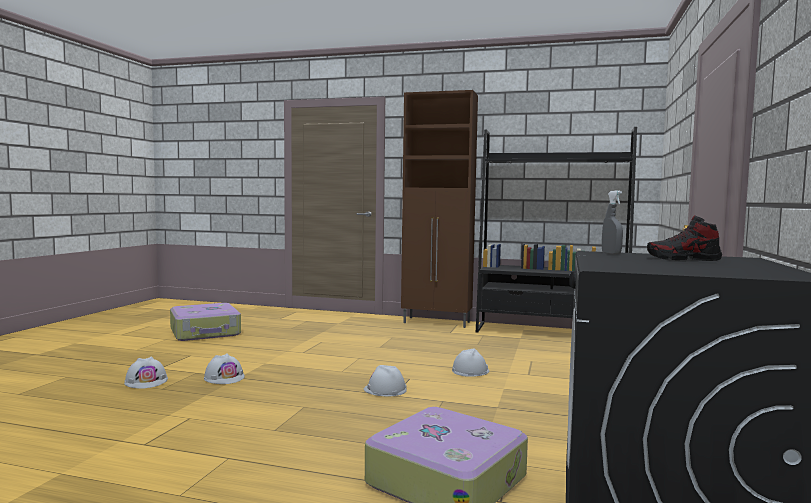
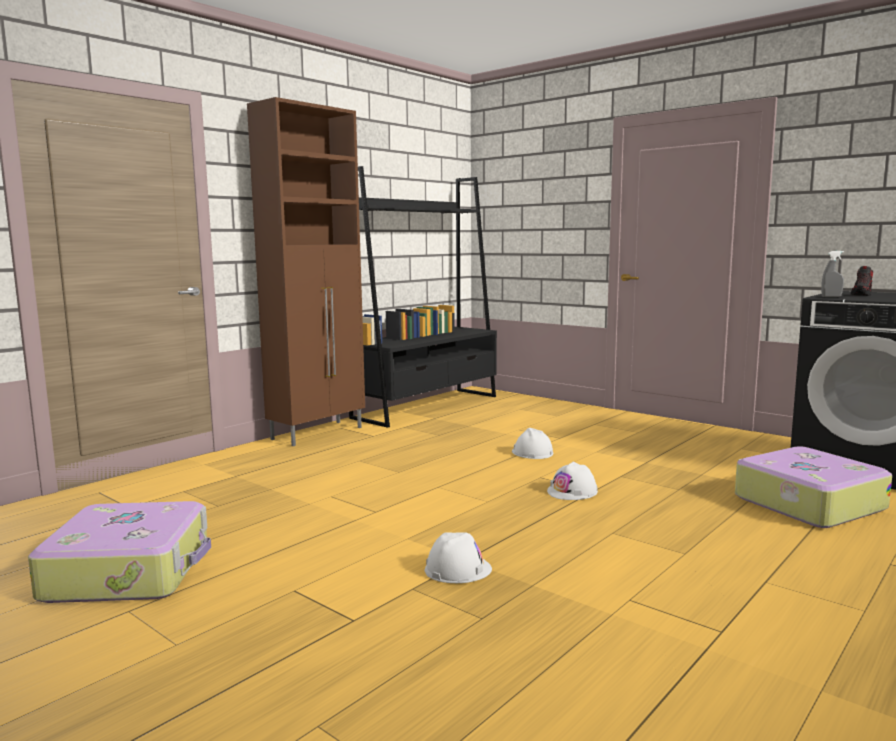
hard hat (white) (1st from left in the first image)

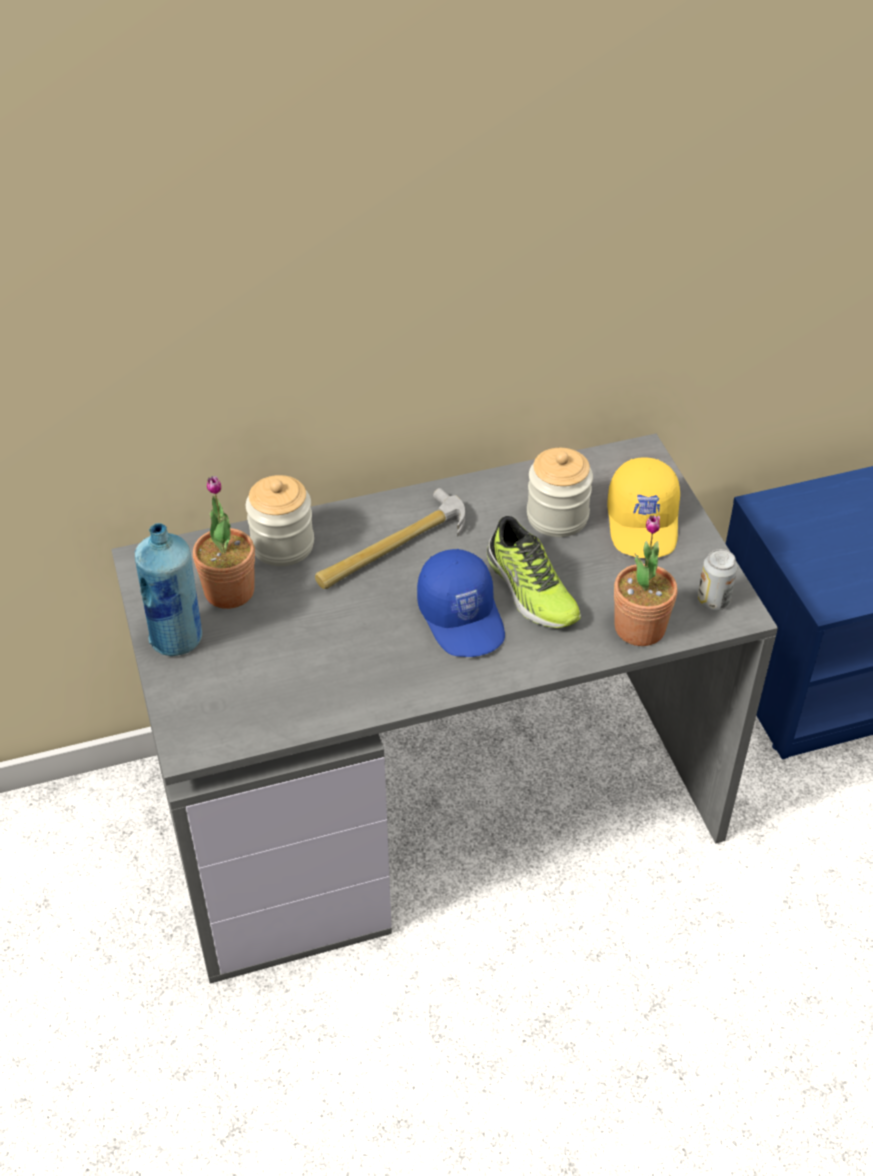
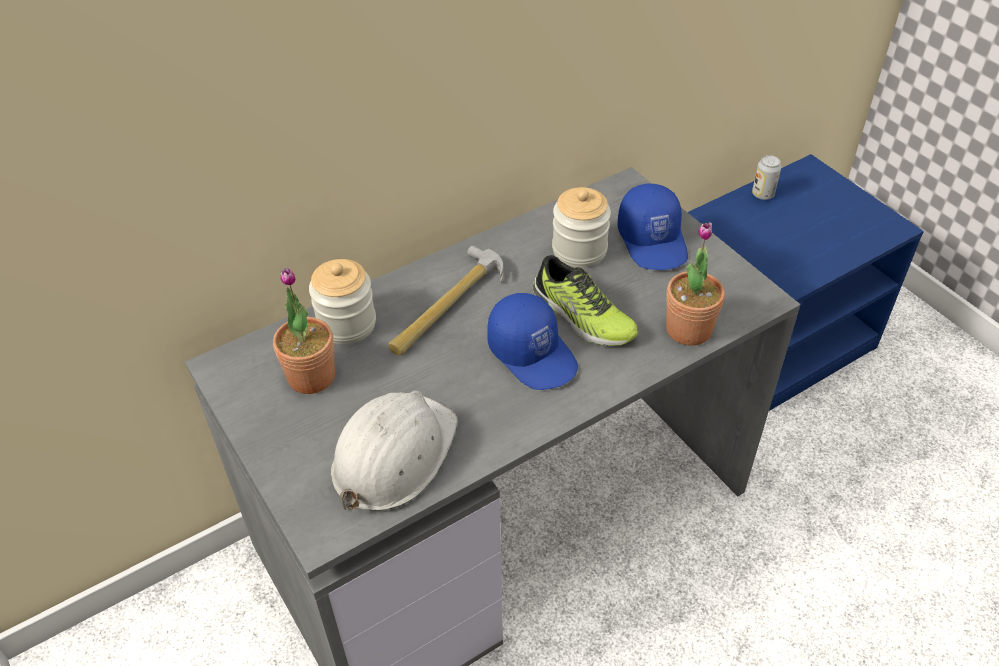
bottle (blue)
hard hat (white)
can
cap (blue) (2nd from left)

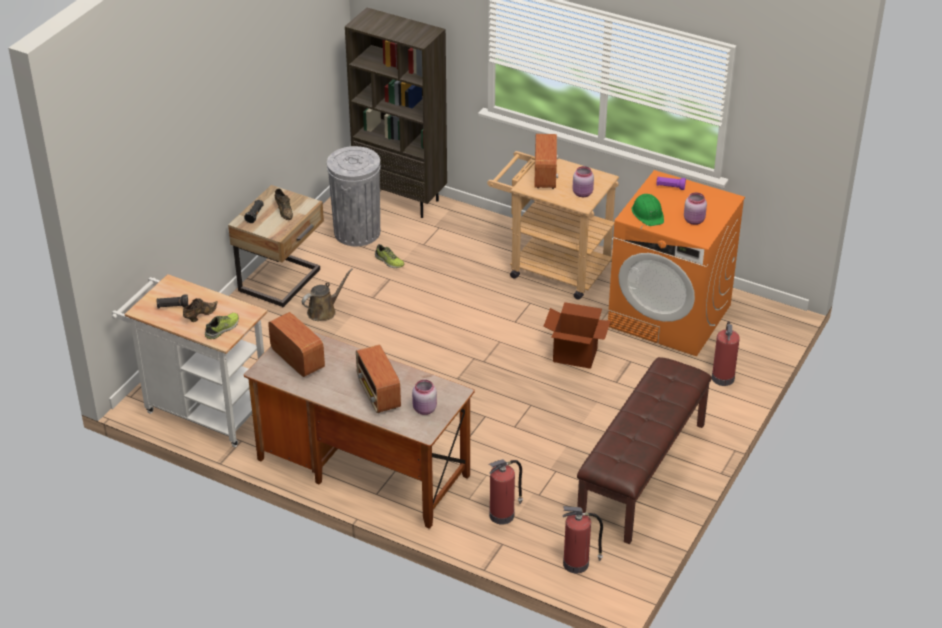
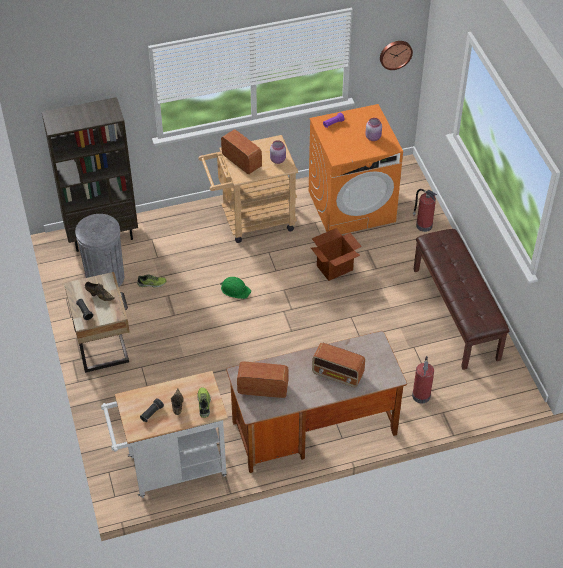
watering can (brown)
jar (pink) (1st from left in the first image)
fire extinguisher (2nd from left in the first image)
wall clock
hard hat (green)

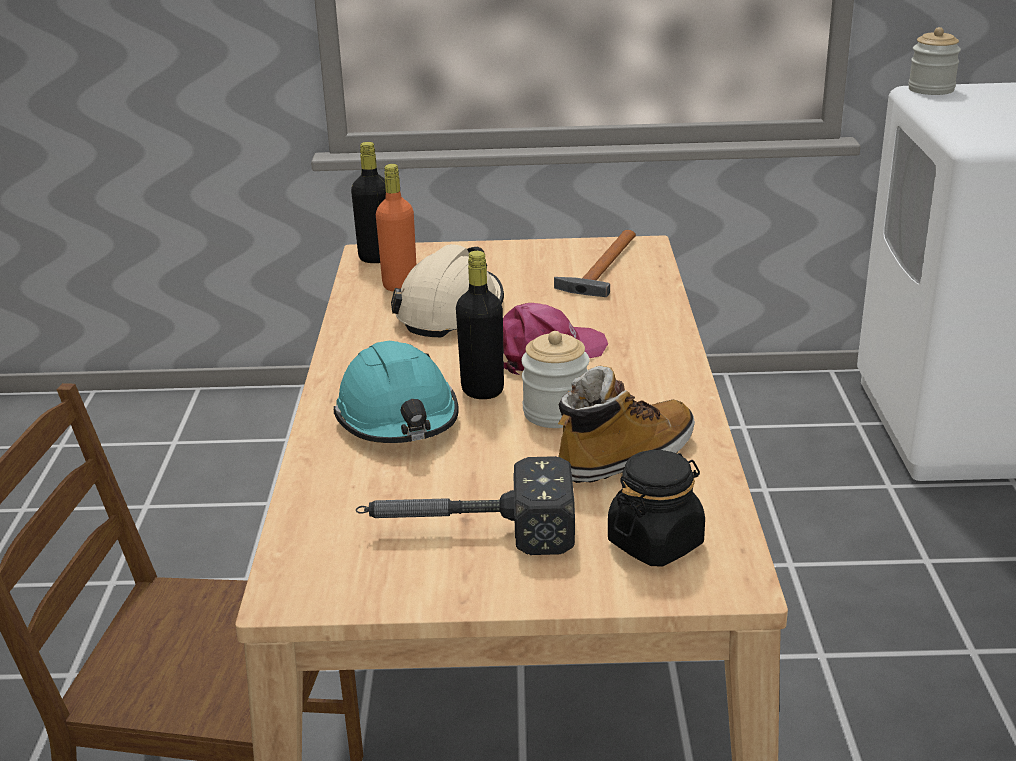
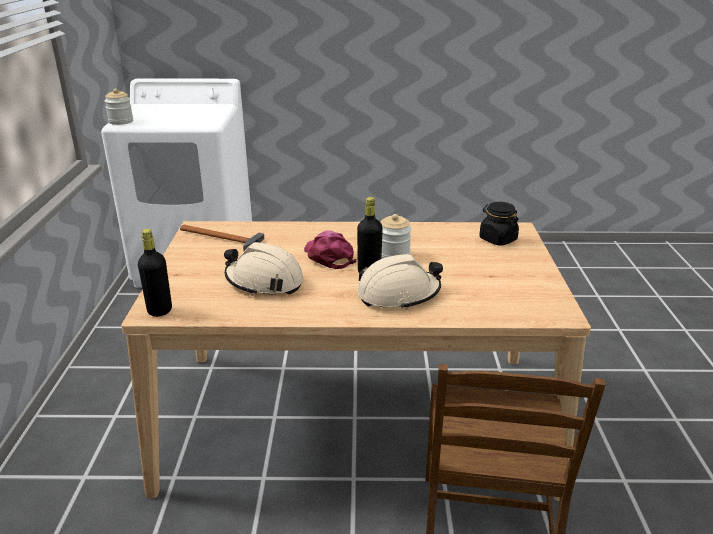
hammer (1st from left in the first image)
bottle (orange)
boot
hard hat (beige) (2nd from left)

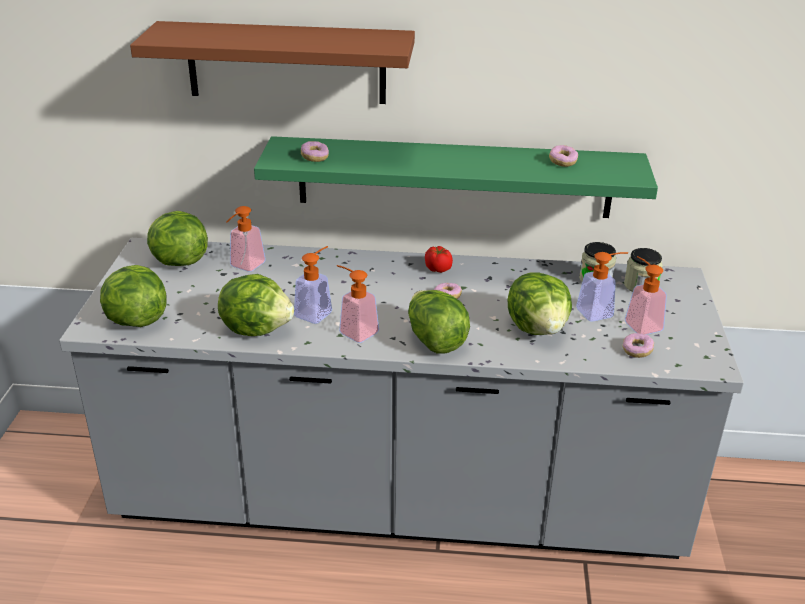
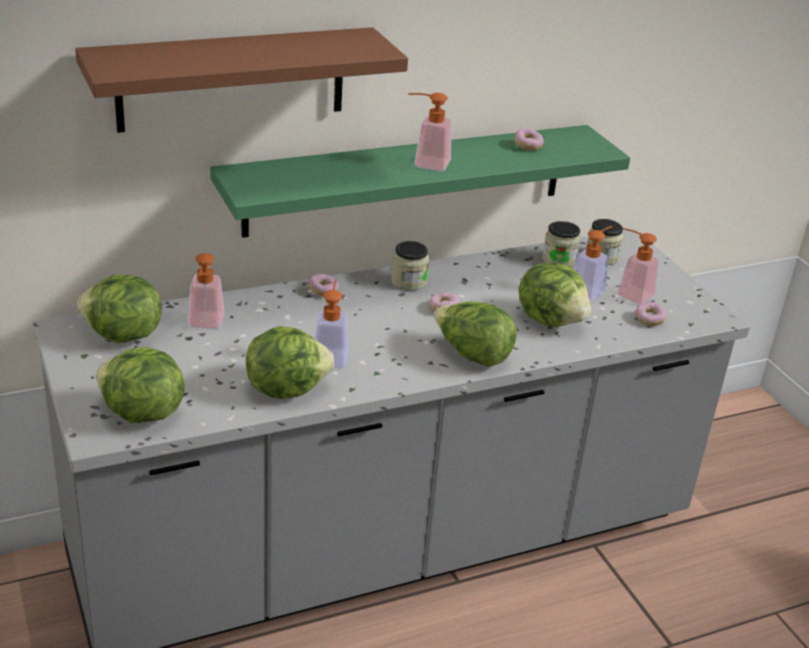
donut (1st from left)
soap dispenser (3rd from left)
jar (1st from left)

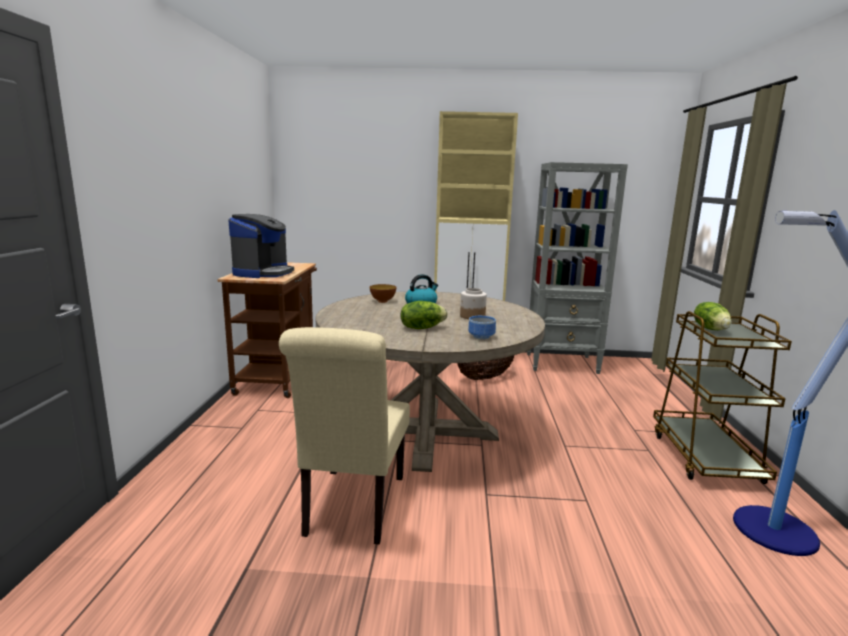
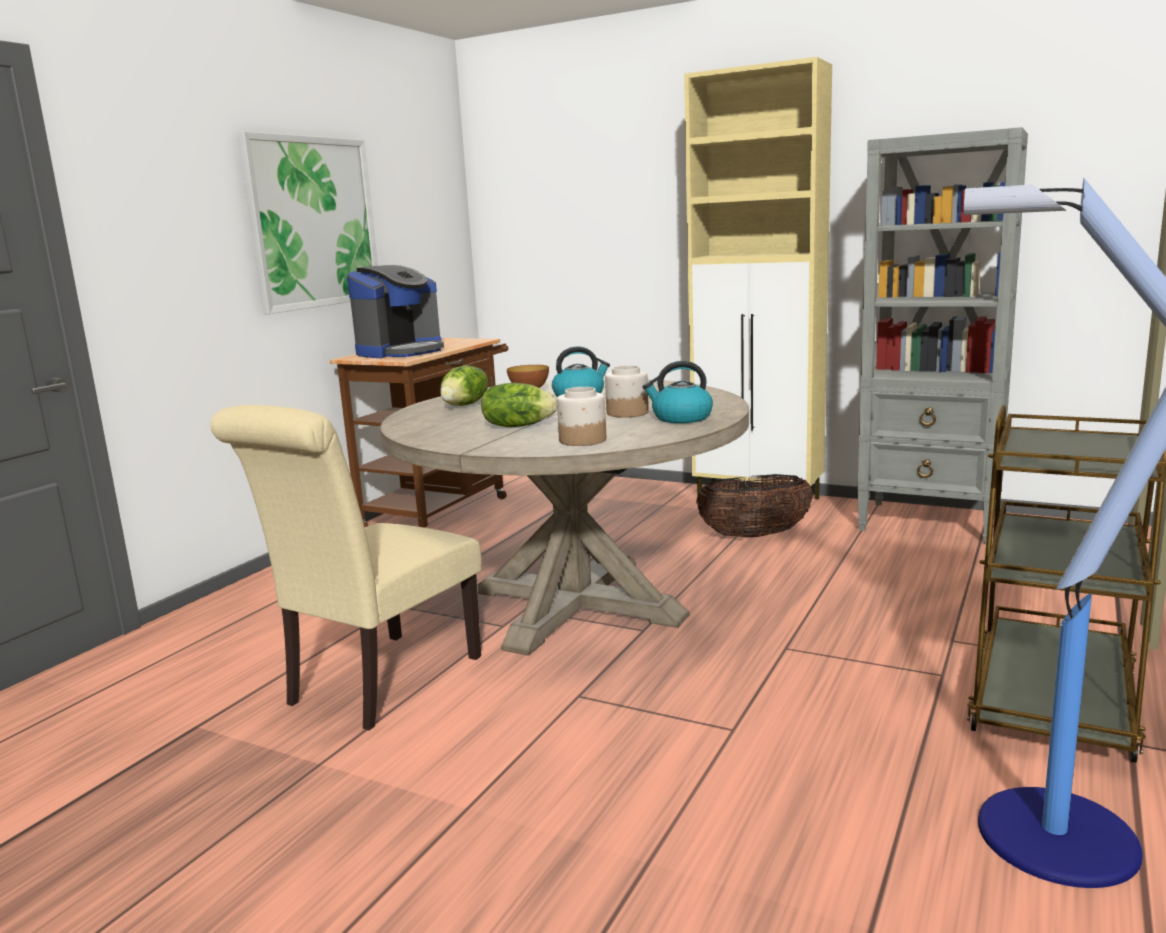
picture
kettle (2nd from left)
lettuce (1st from left)
jar (1st from left)

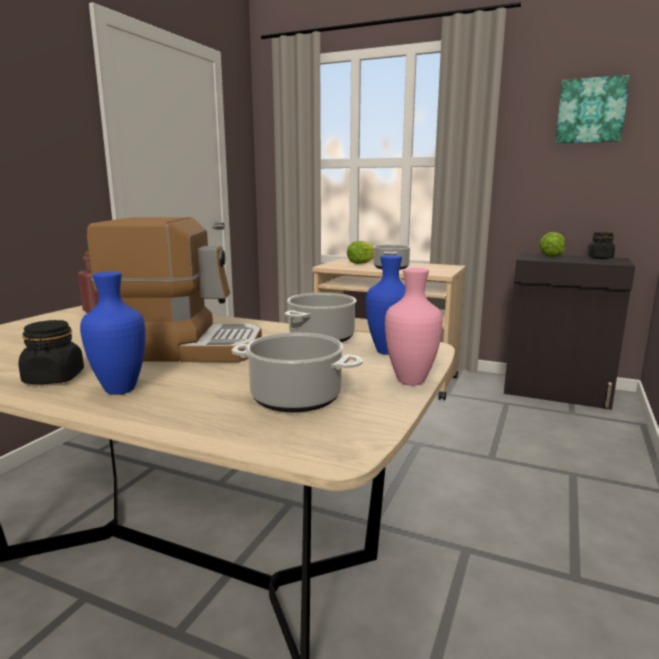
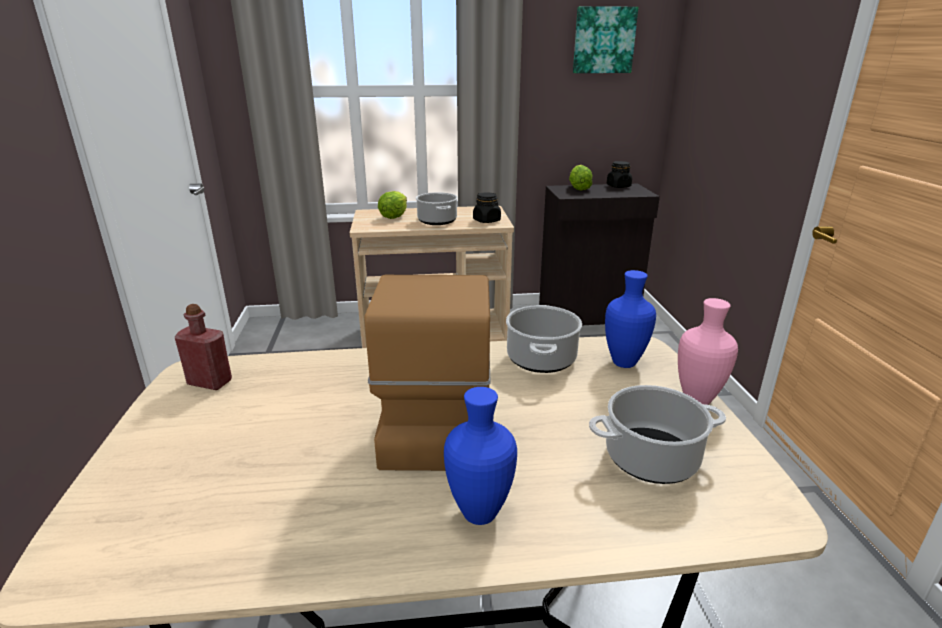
jar (black) (1st from left)
coffee machine

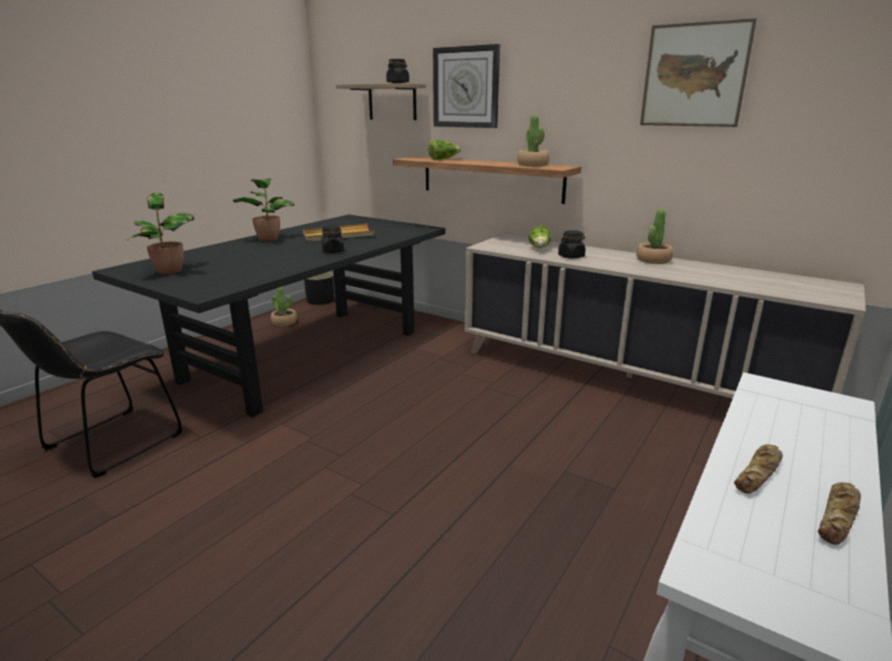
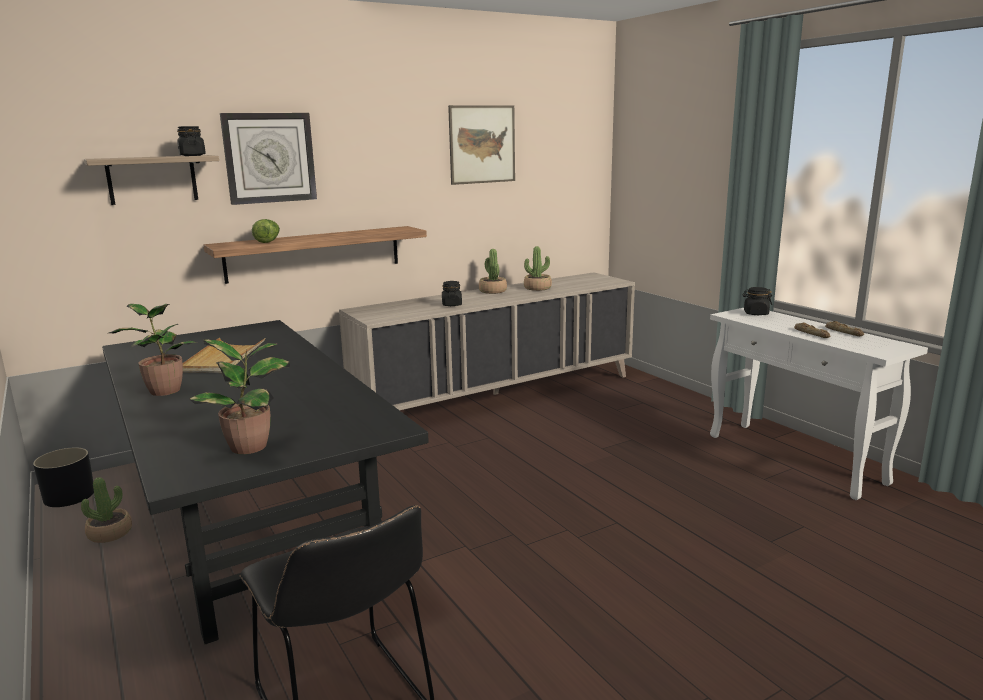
lettuce (2nd from left in the first image)
jar (black) (3rd from left)
potted plant (5th from left)

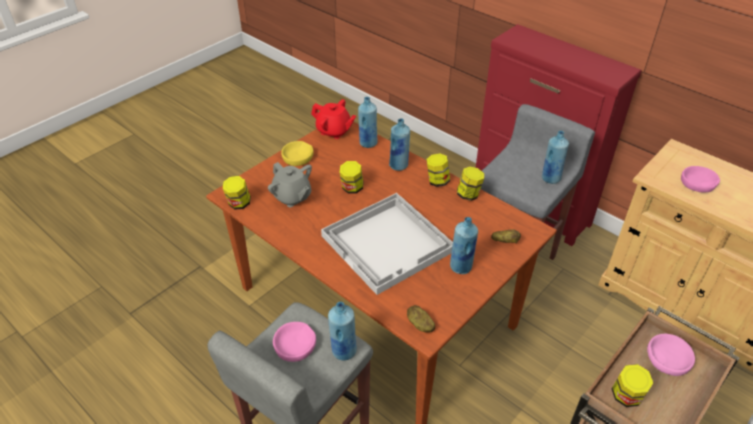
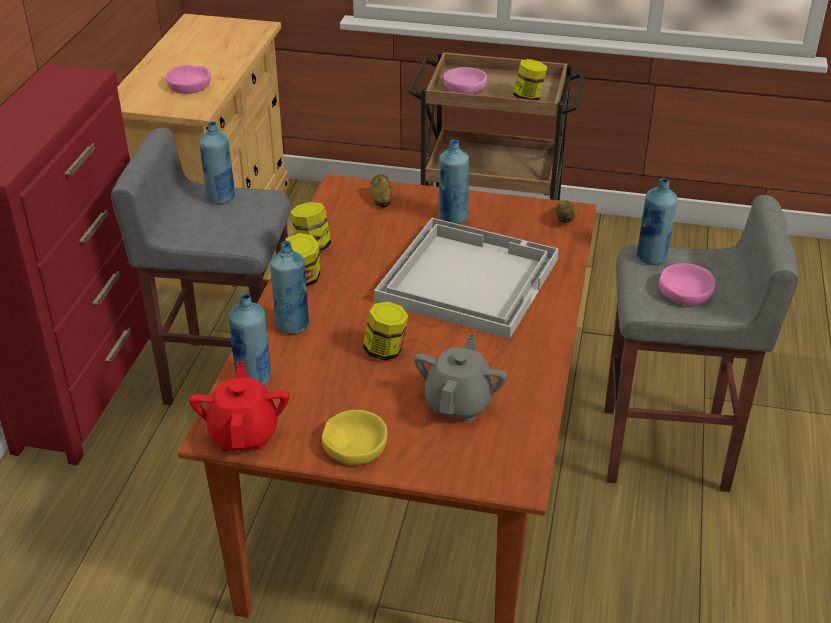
jar (1st from left in the first image)

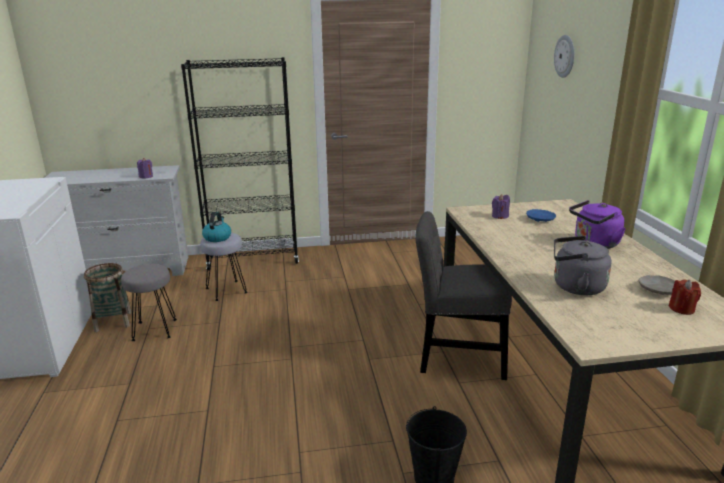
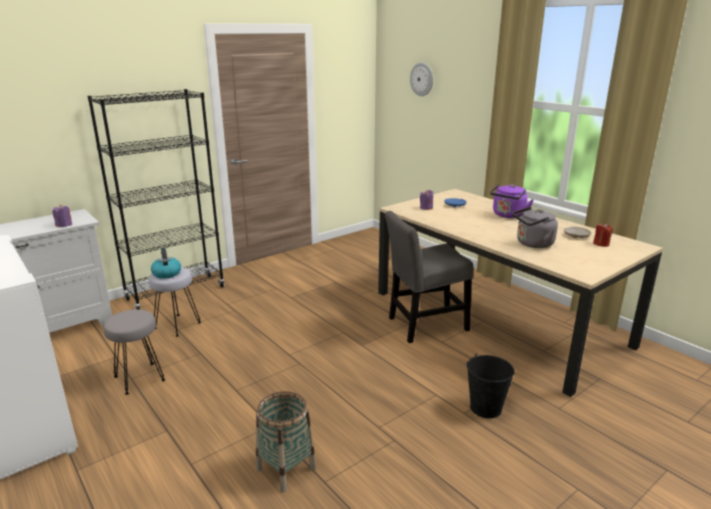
basket

